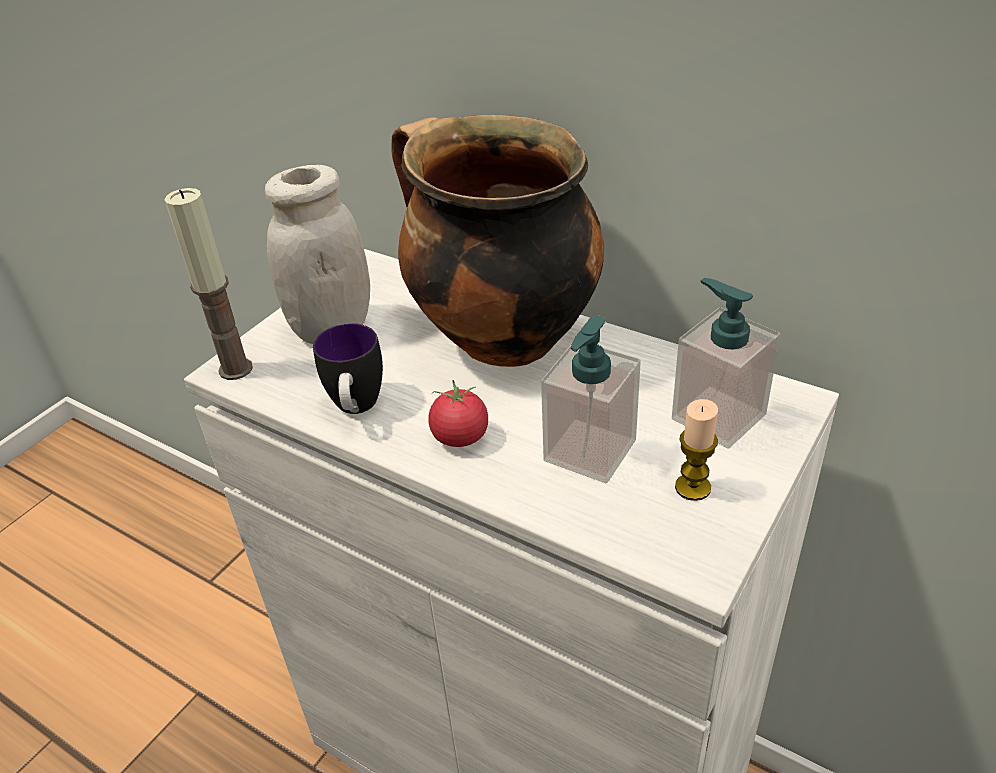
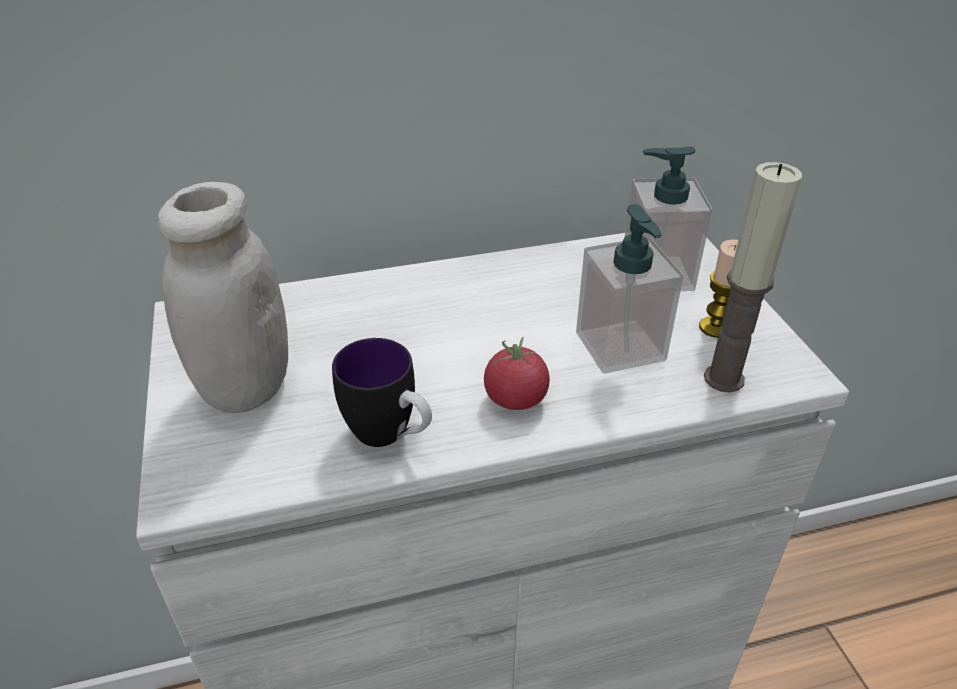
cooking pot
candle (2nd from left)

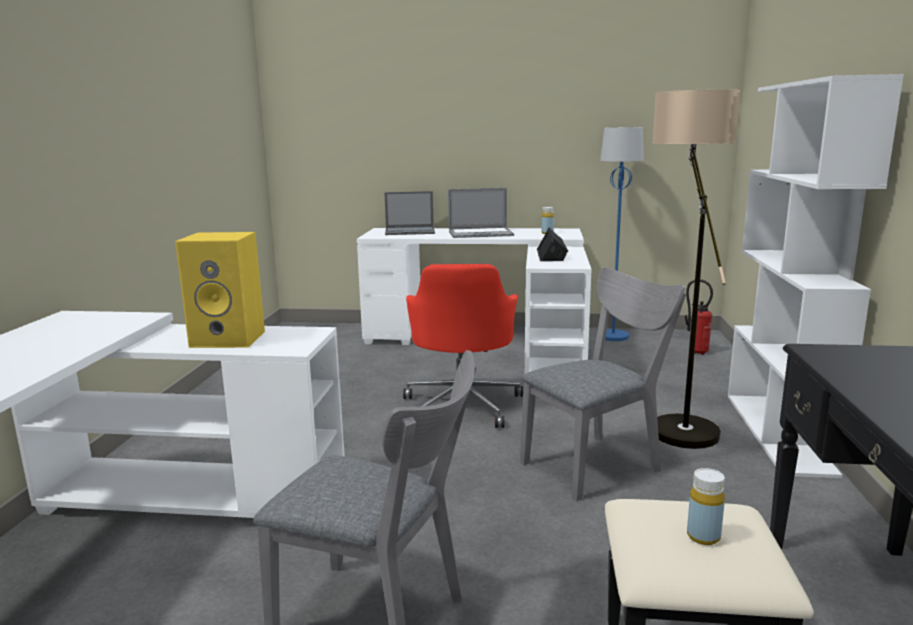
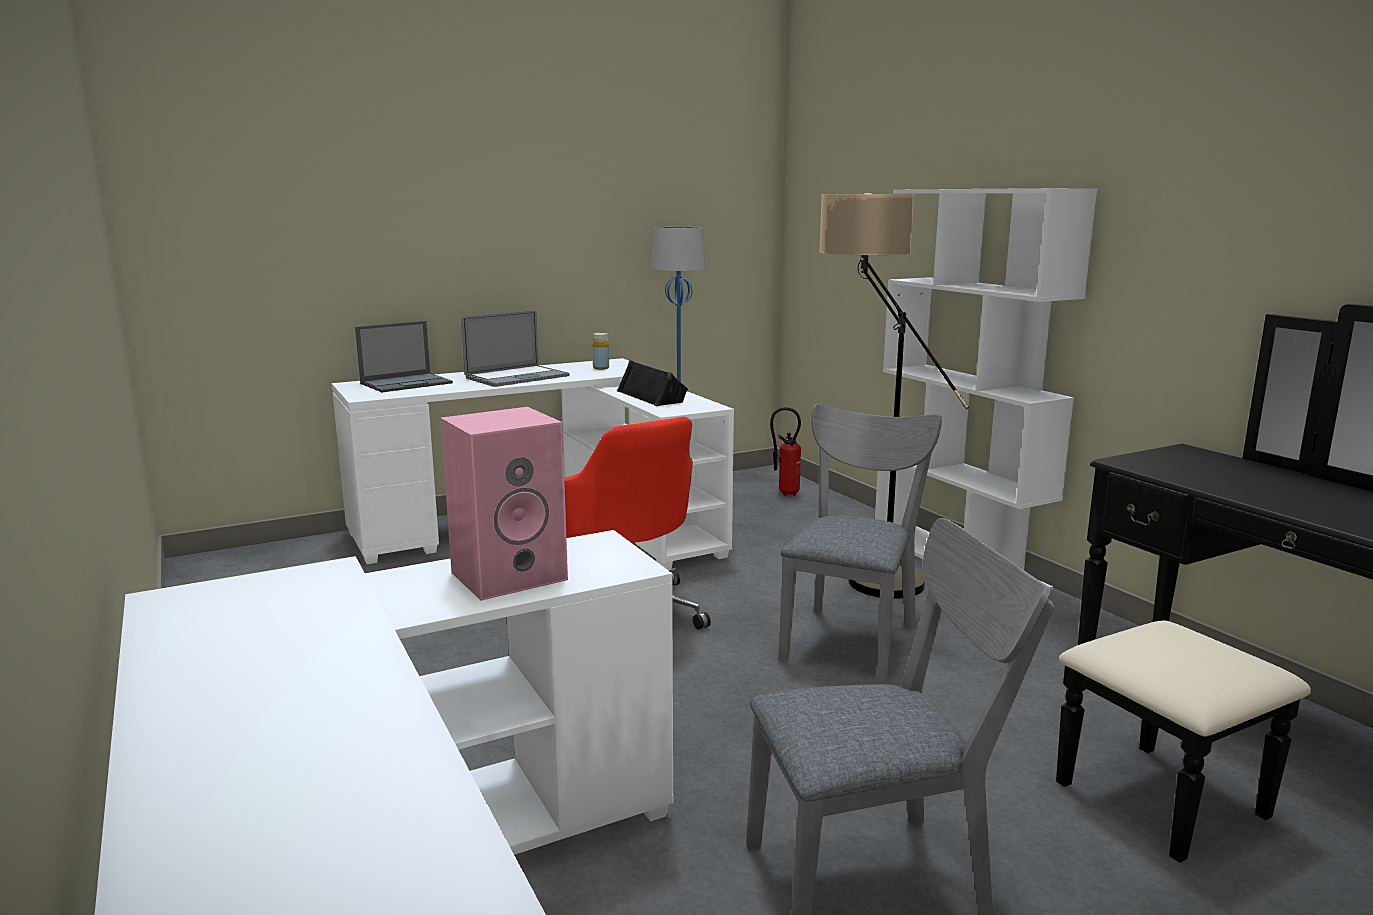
bottle (yellow) (2nd from left in the first image)
speaker (pink)

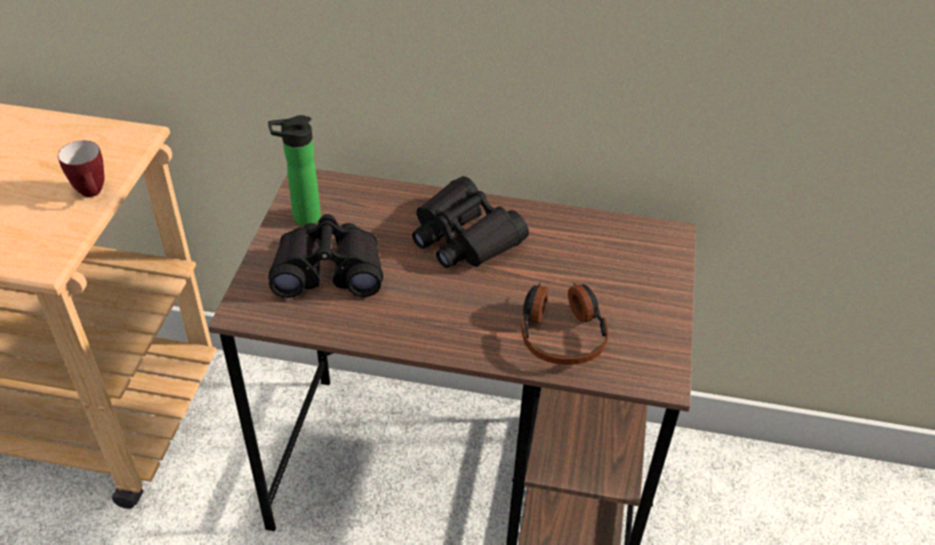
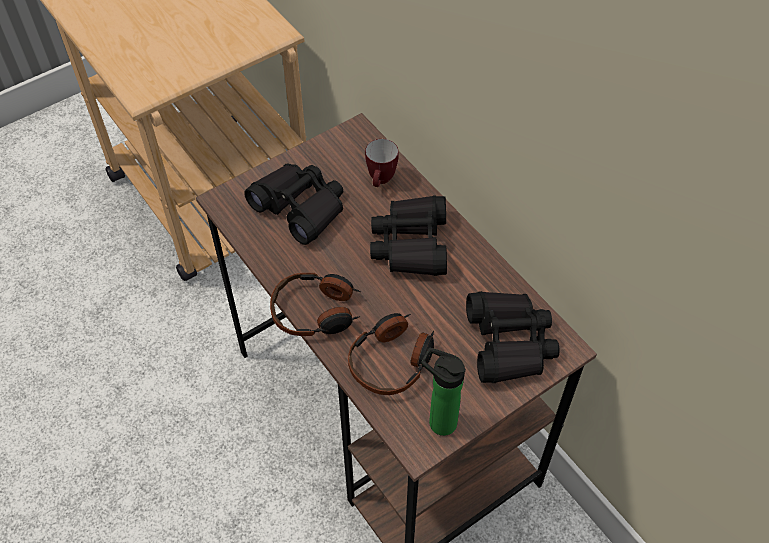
headphones (1st from left)
binoculars (black) (3rd from left)
mug
bottle

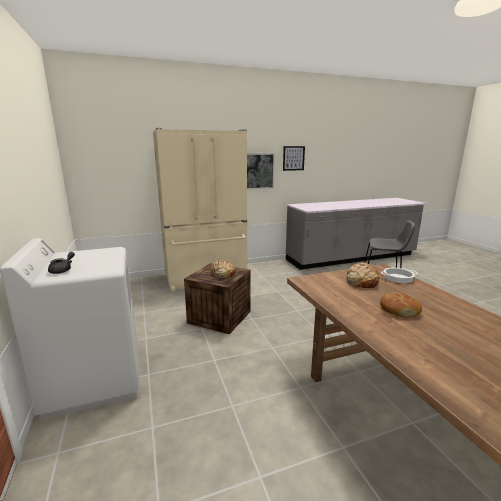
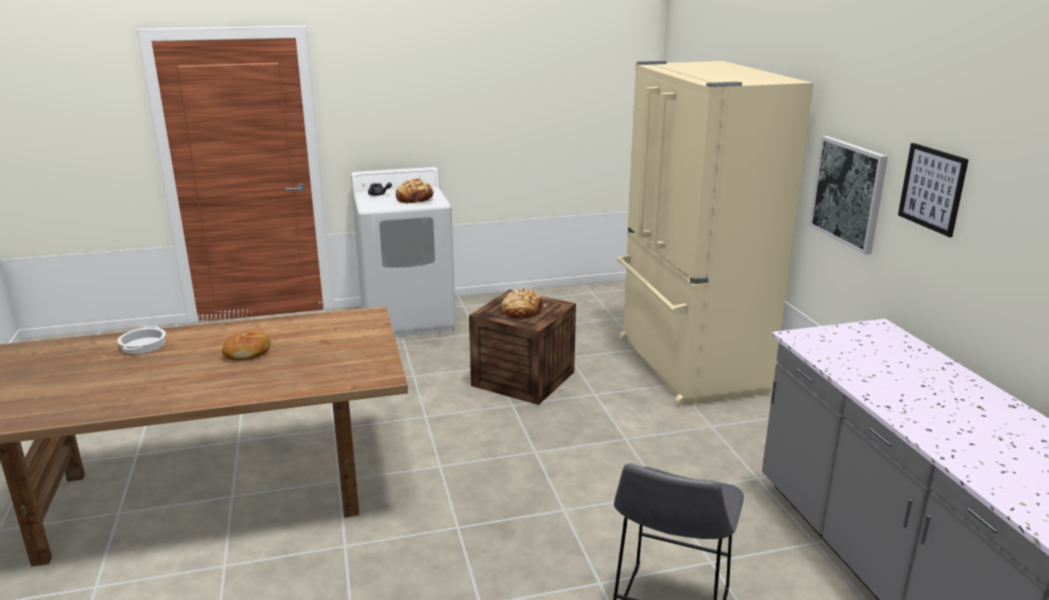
bread (2nd from left)
cooking pot

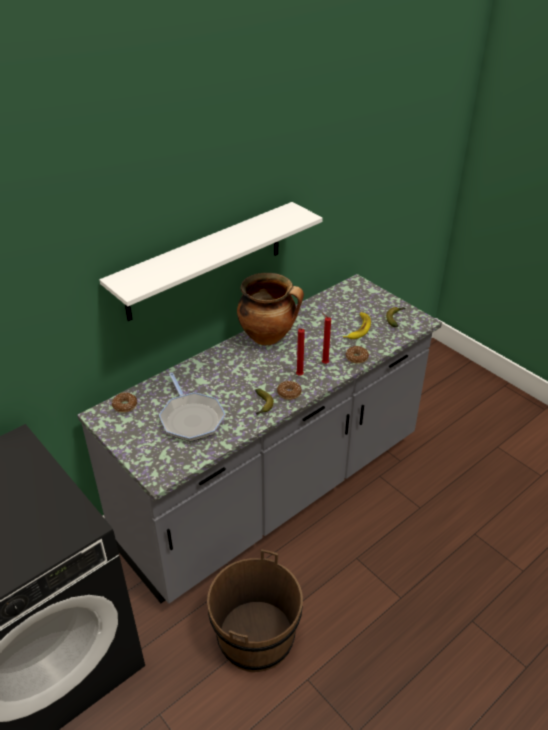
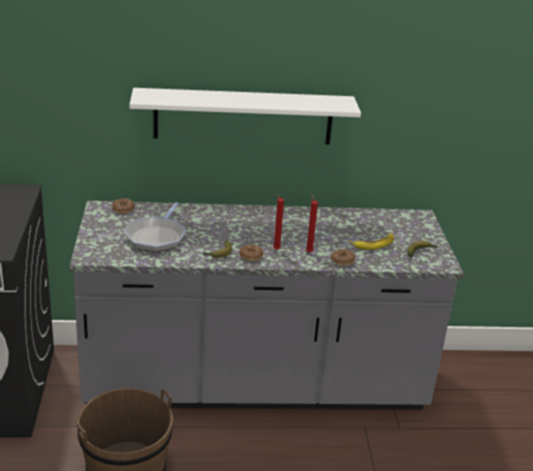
cooking pot

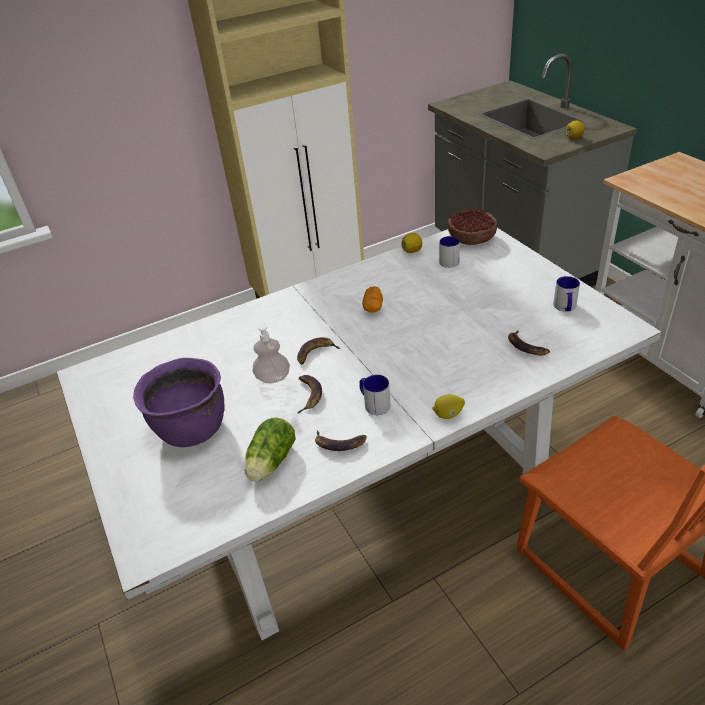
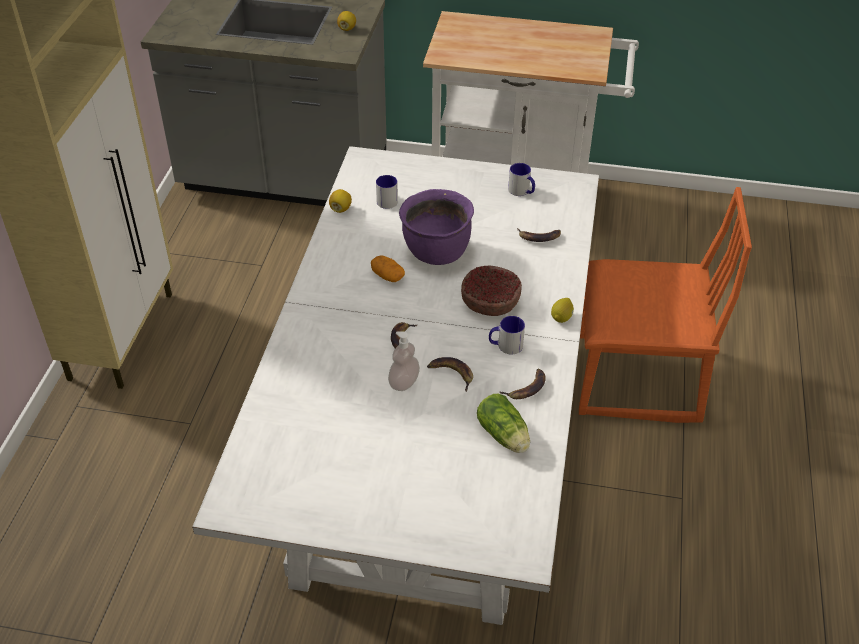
cooking pot (purple)
bowl

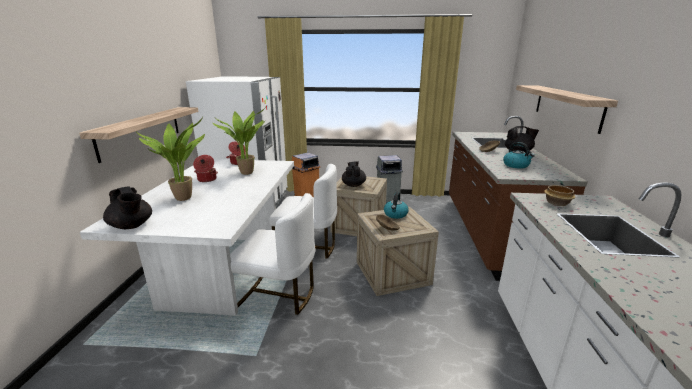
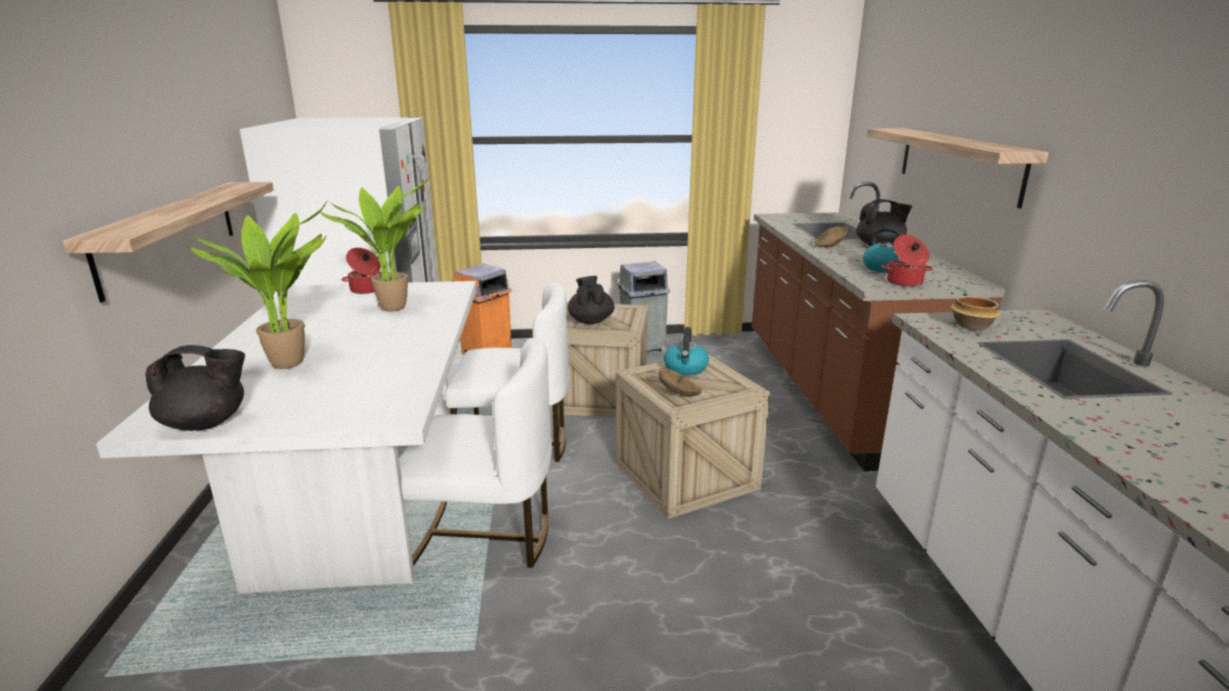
cooking pot (2nd from left)
teapot (black) (1st from left)

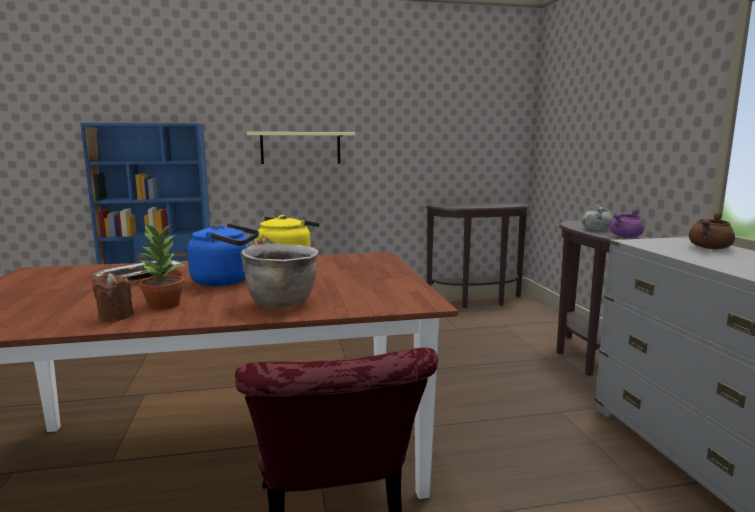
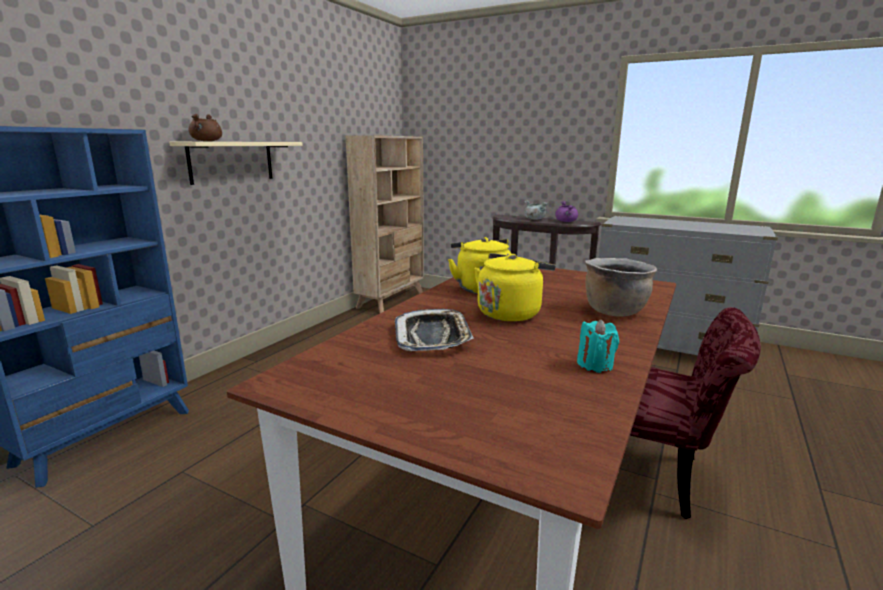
potted plant
cooking pot (brown) (1st from left)
bookcase (beige)
candle (turquoise)
kettle (yellow) (2nd from left)

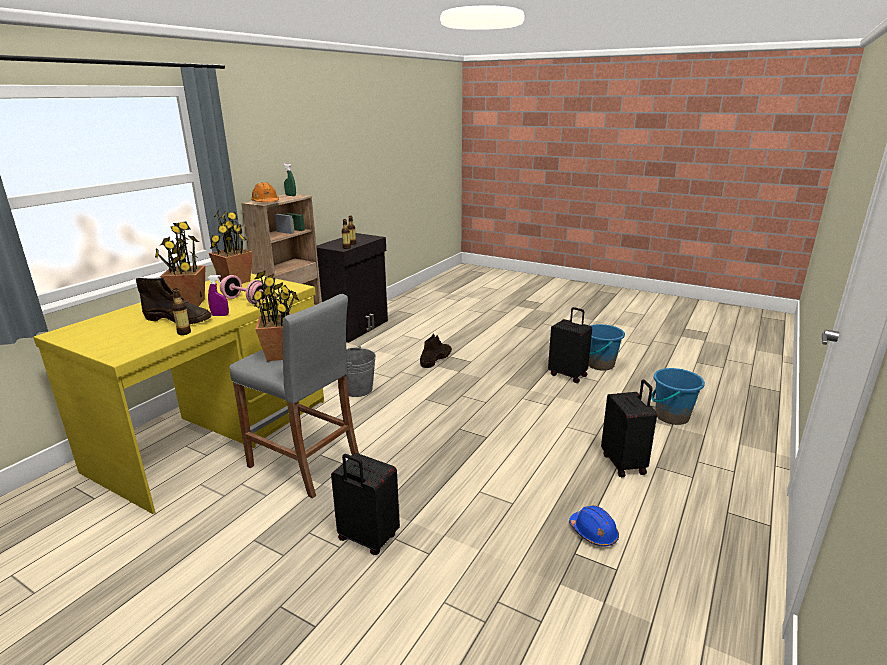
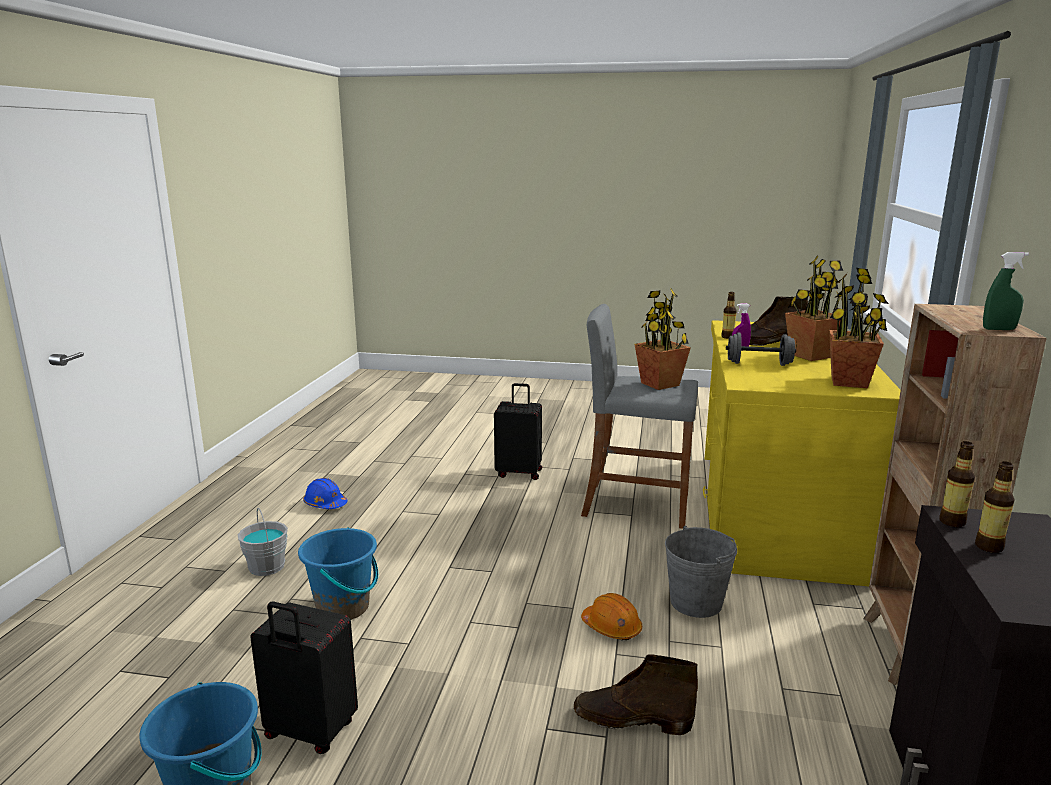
hard hat (orange)
bucket (blue) (2nd from left)
bucket (grey) (1st from left)
dumbbell (grey)
boot (brown) (1st from left)

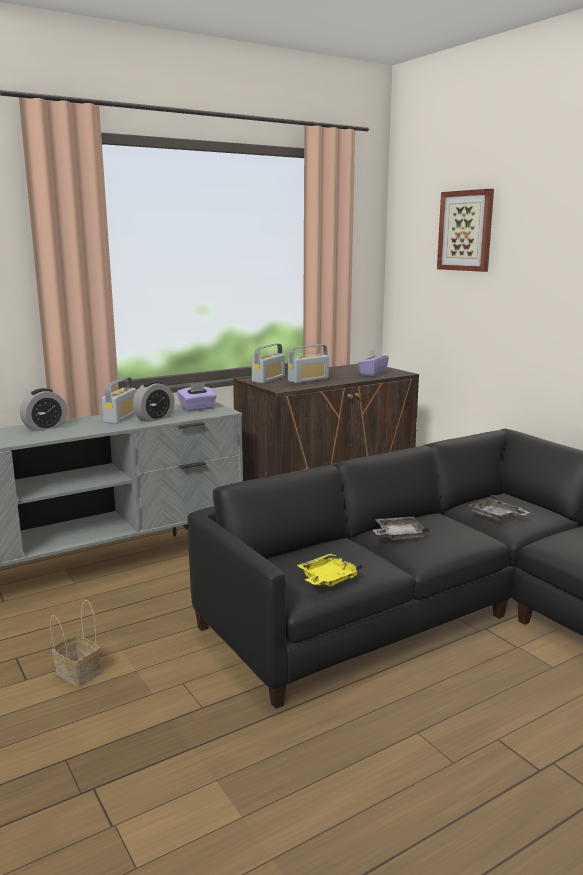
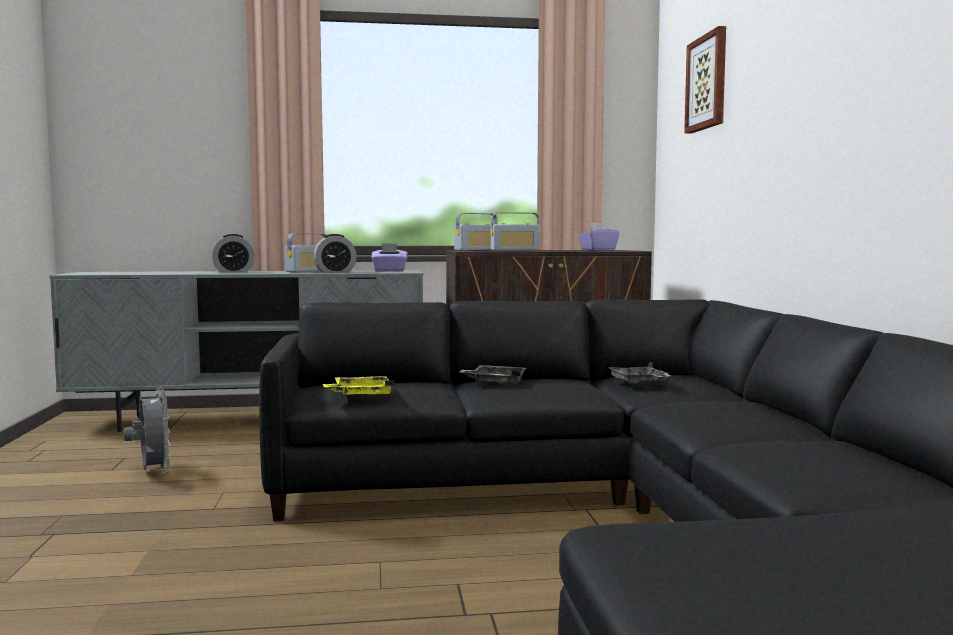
fan (grey)

